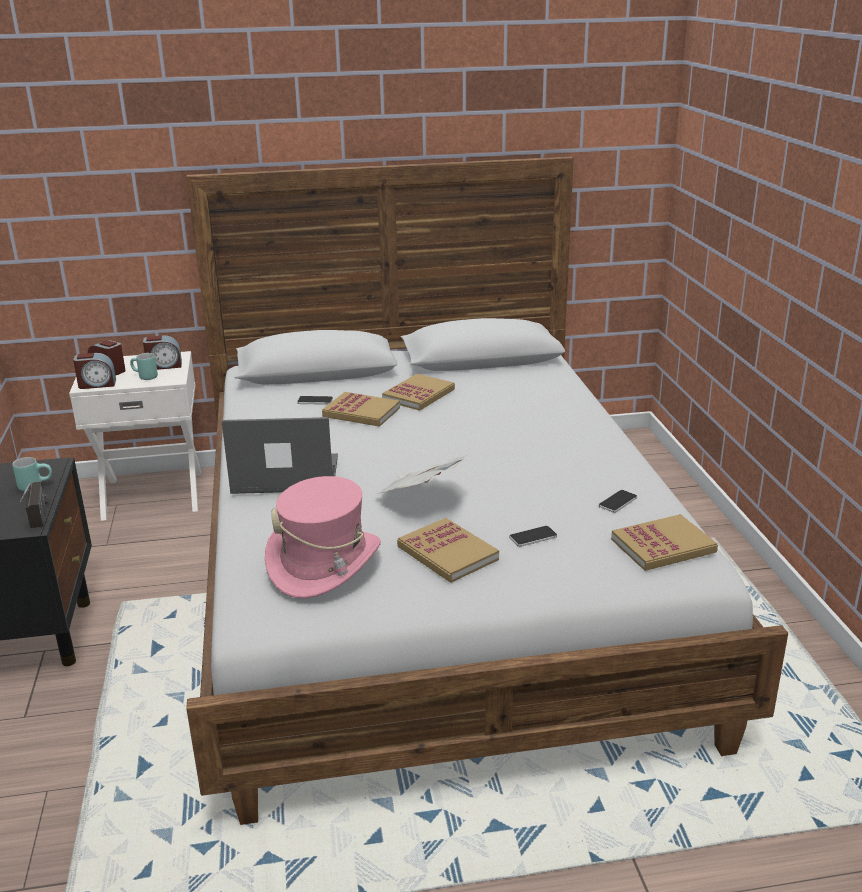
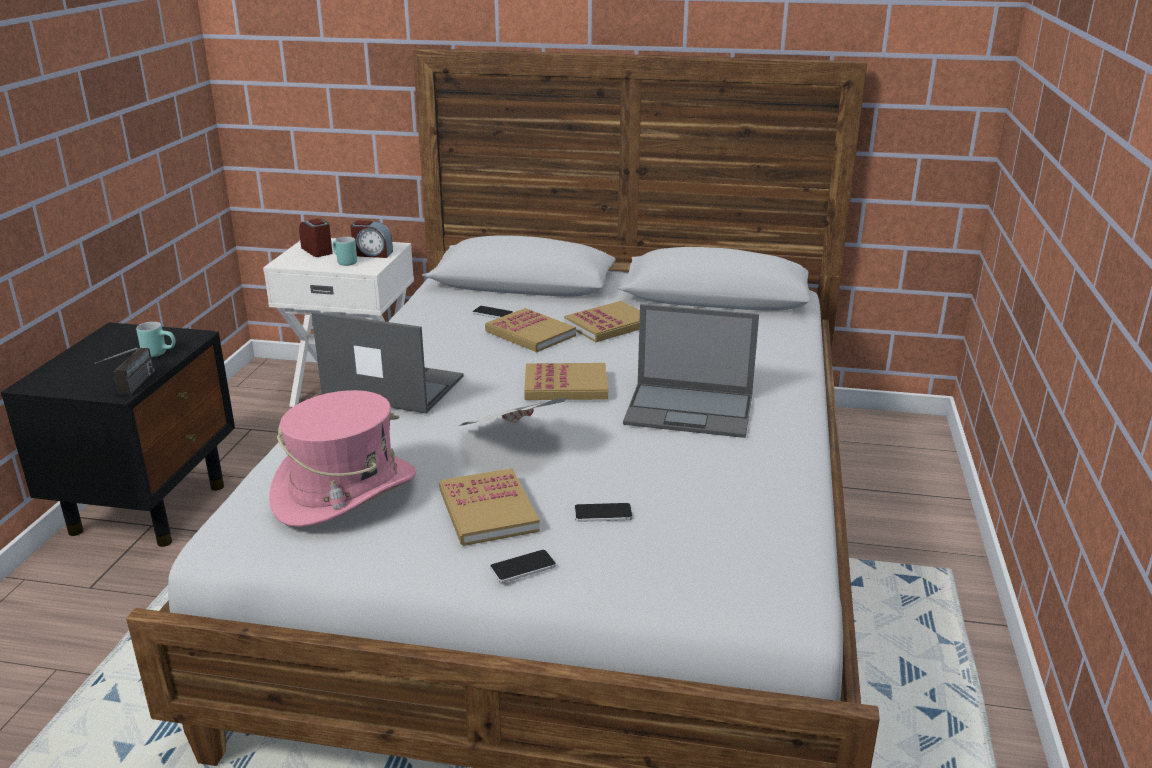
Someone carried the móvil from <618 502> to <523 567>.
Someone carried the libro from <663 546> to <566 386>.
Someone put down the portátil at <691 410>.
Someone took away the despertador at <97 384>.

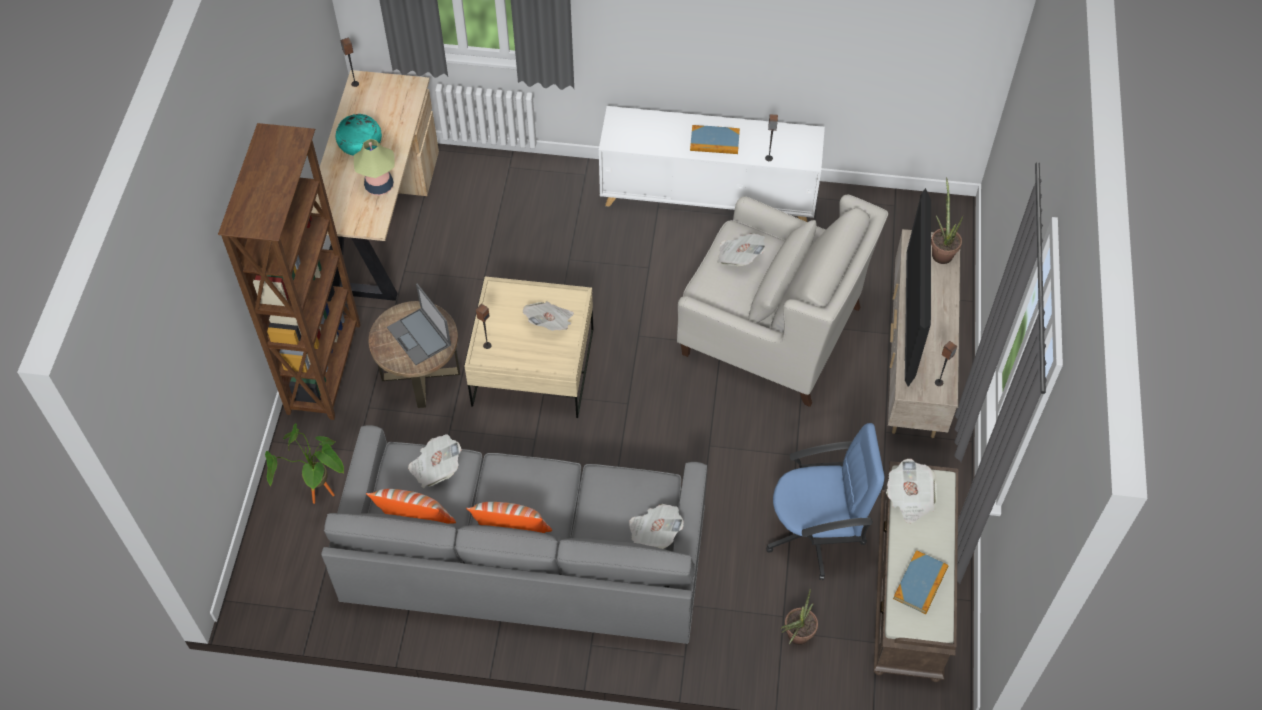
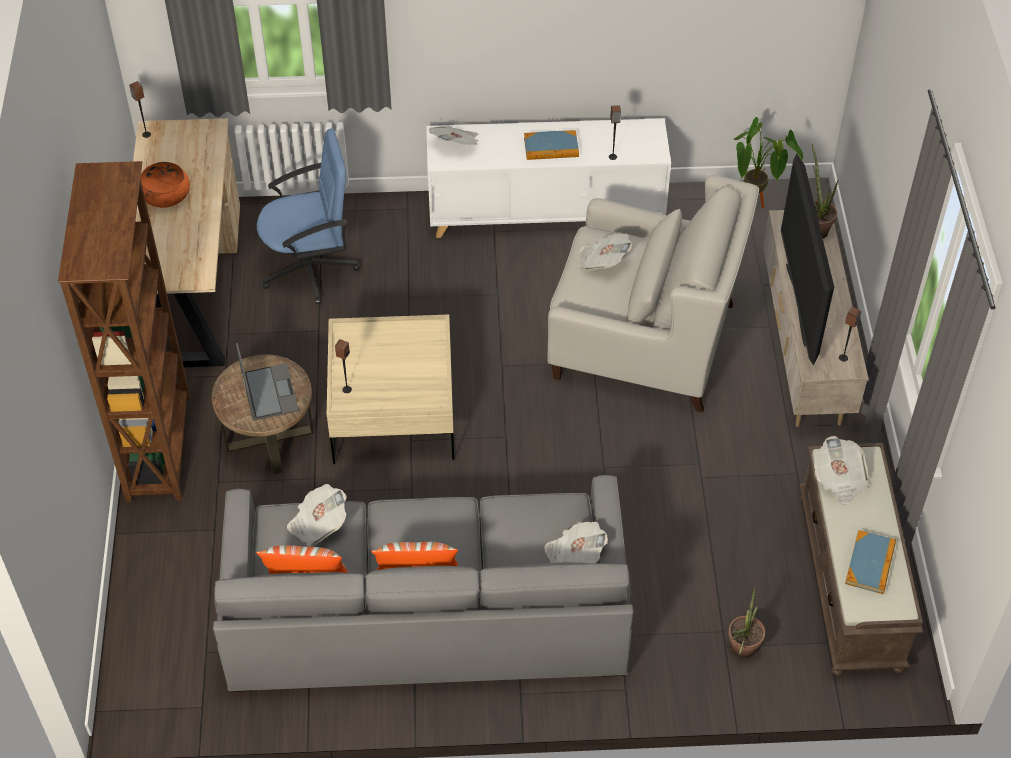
Someone repainted the cuenco (turquesa) at <360 143>, which became the cuenco (naranja) at <165 194>.
Someone rotated the portátil at <419 337> by 150 degrees counterclockwise.
Someone carried the silla de oficina (azul) from <815 533> to <311 268>.
Someone carried the periódico from <550 323> to <456 145>.
Someone carried the planta en maceta from <322 499> to <754 212>.
Someone took away the lámpara de mesa at <379 186>.

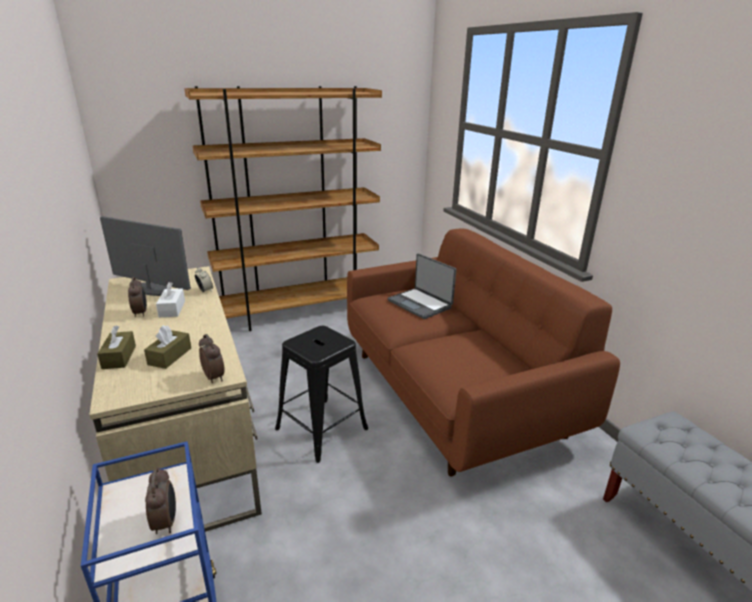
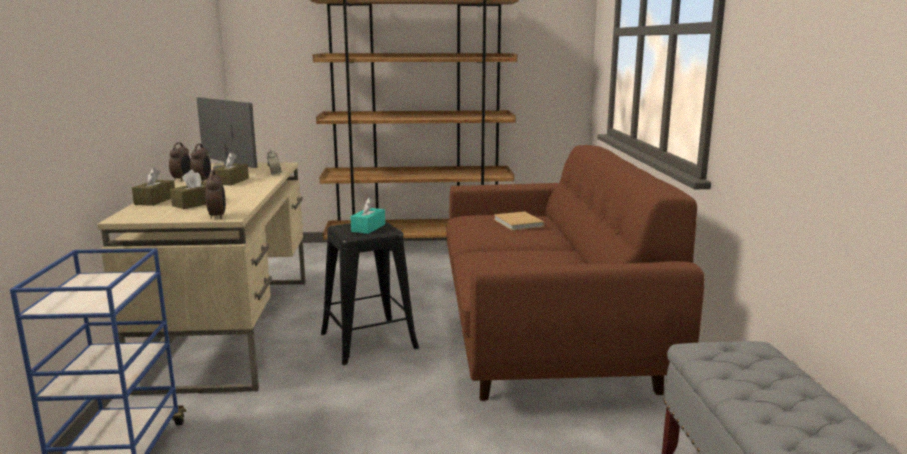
Someone carried the despertador from <166 522> to <182 179>.
Someone repainted the caja de pañuelos (blanco) at <172 309>, which became the caja de pañuelos (marrón) at <232 181>.
Someone put down the caja de pañuelos (turquesa) at <368 228>.
Someone swapped the portátil at <420 304> for the libro (beis) at <519 223>.

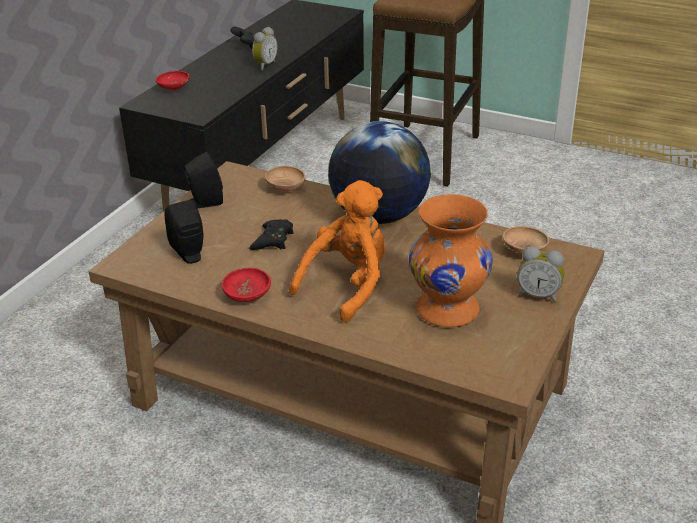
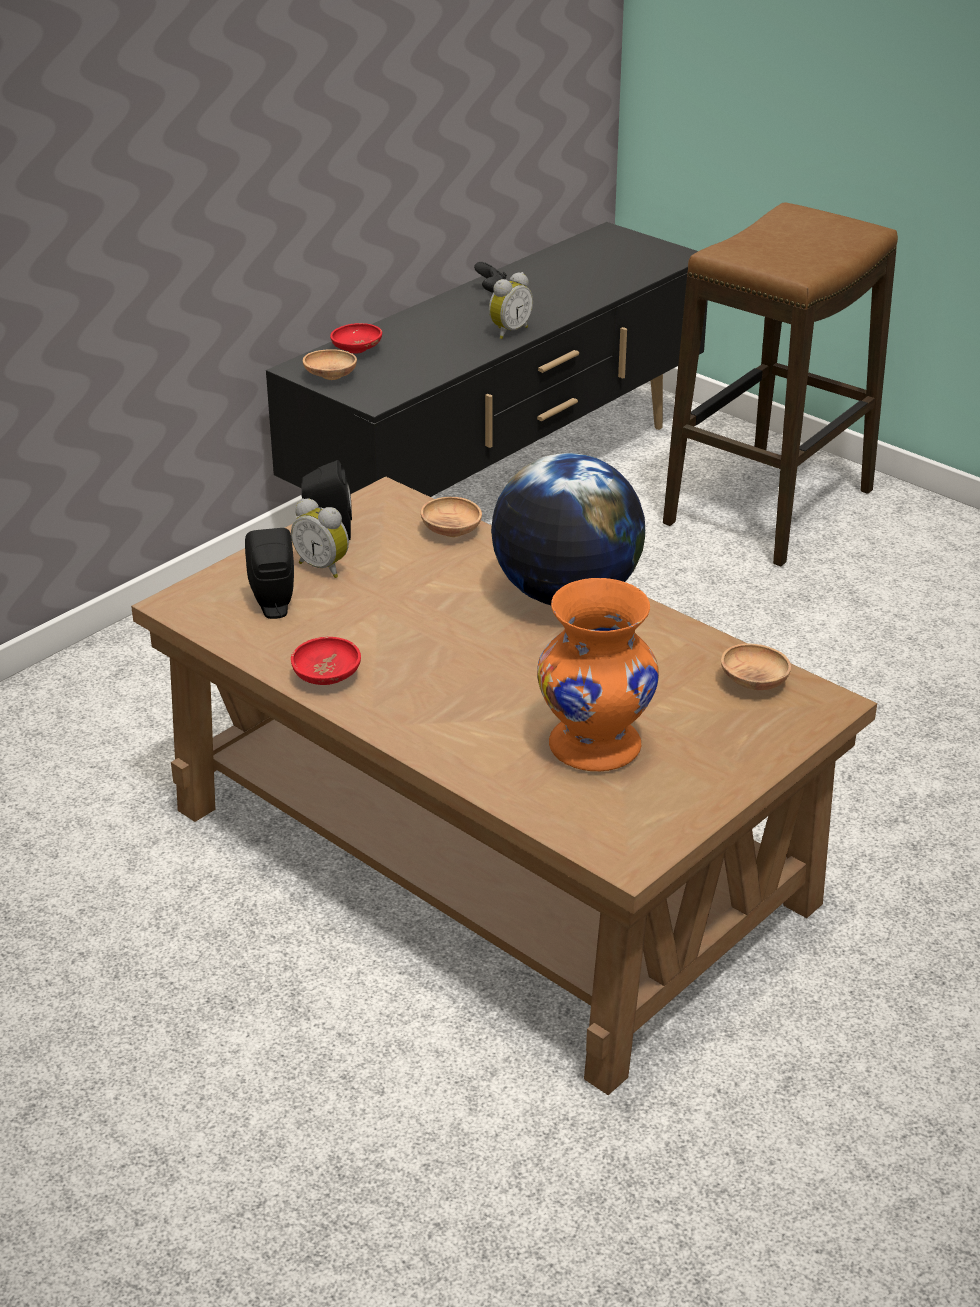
Someone carried the despertador from <538 295> to <324 567>.
Someone put down the cuenco (marrón) at <330 377>.
Someone took away the mando de consola (negro) at <273 240>.
Someone took away the peluche (naranja) at <348 285>.

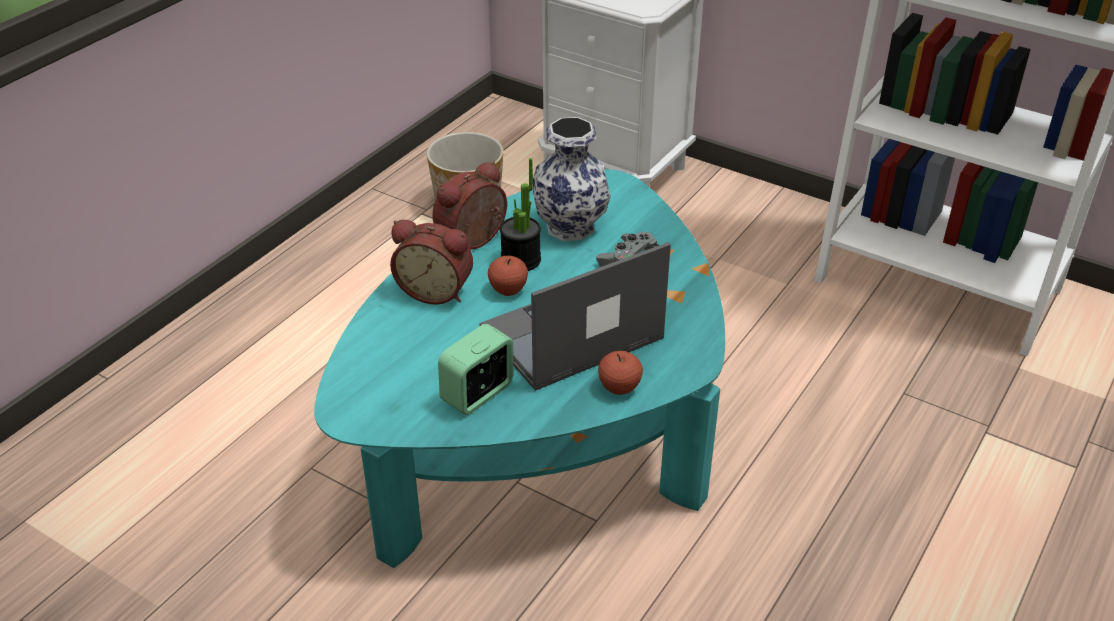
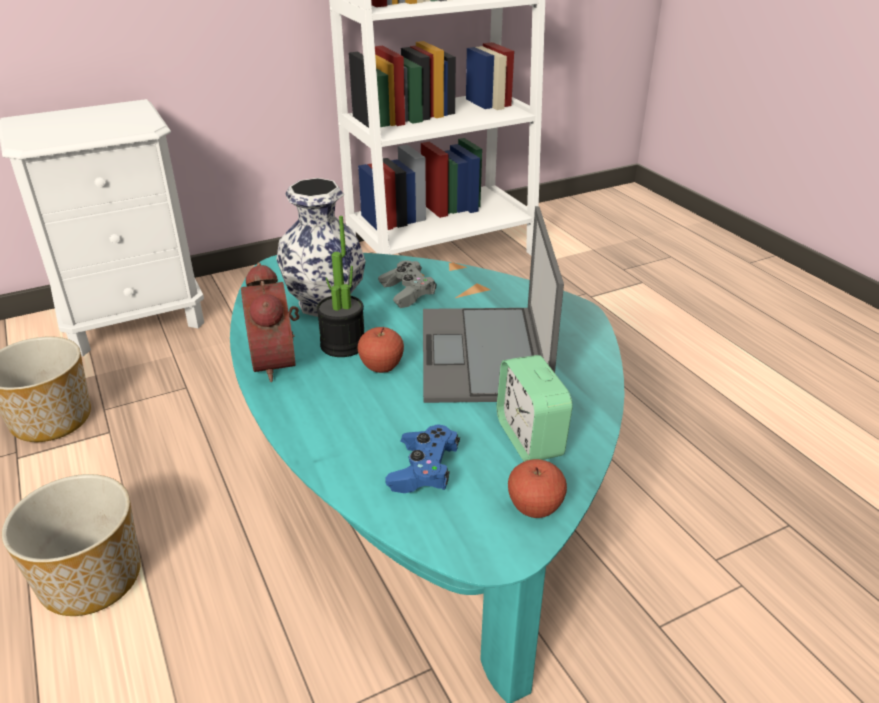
Someone put down the maceta at <90 579>.
Someone put down the mando de consola (azul) at <424 471>.
Someone carried the manzana from <619 388> to <535 508>.
Someone took away the despertador at <436 290>.

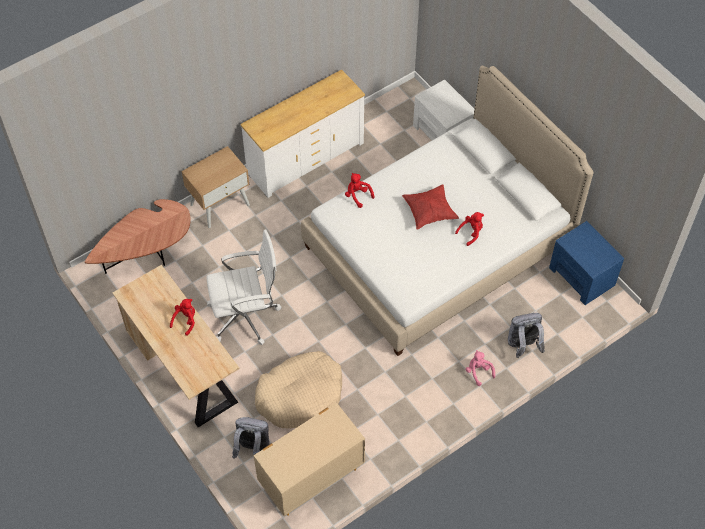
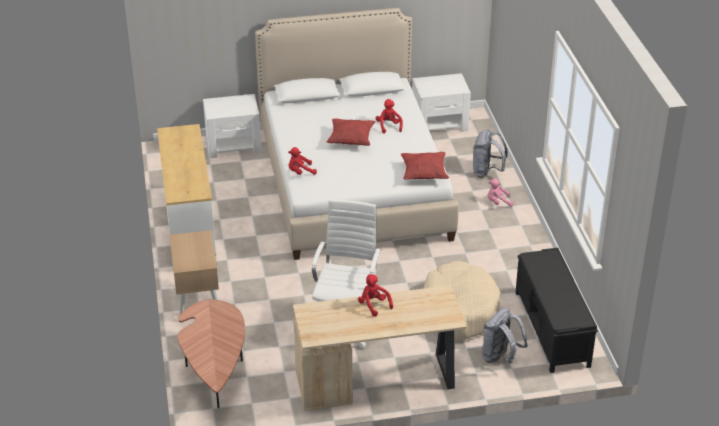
Someone put down the cojín (rojo) at <424 174>.
Someone repainted the mesita de noche (azul) at <582 276>, which became the mesita de noche (blanco) at <440 123>.
Someone swapped the cómoda (beis) at <310 479> for the banco (negro) at <552 329>.

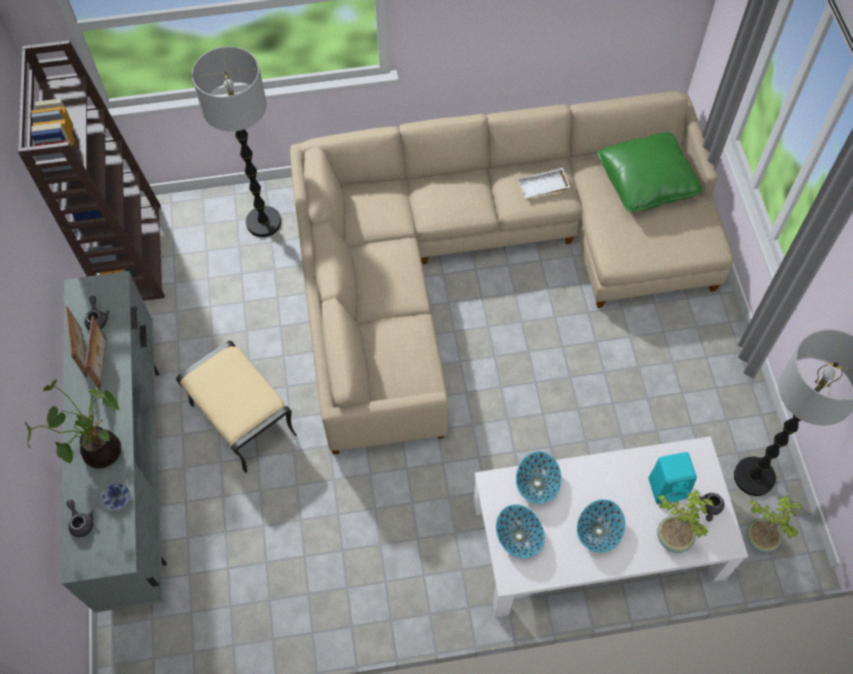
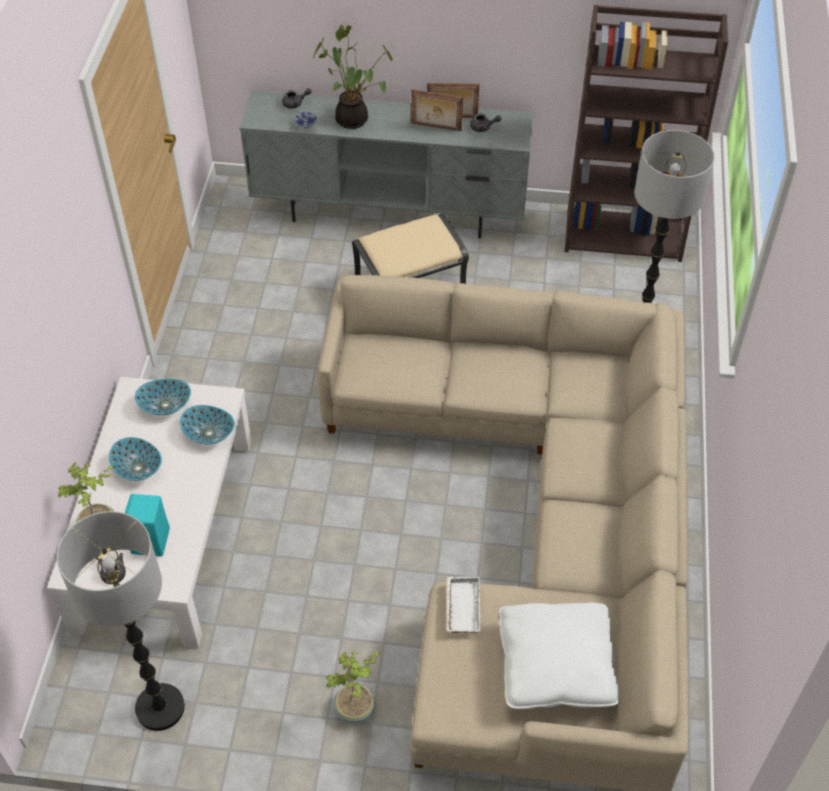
Someone carried the planta en maceta from <760 538> to <355 709>.
Someone carried the bandeja (blanco) from <543 187> to <461 607>.
Someone repainted the cojín (verde) at <646 182>, which became the cojín (blanco) at <555 665>.

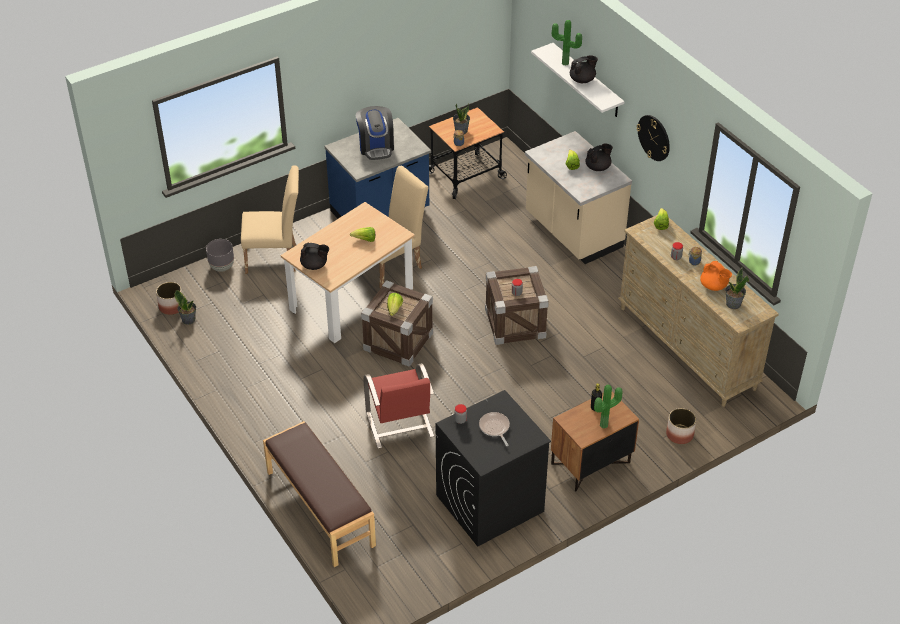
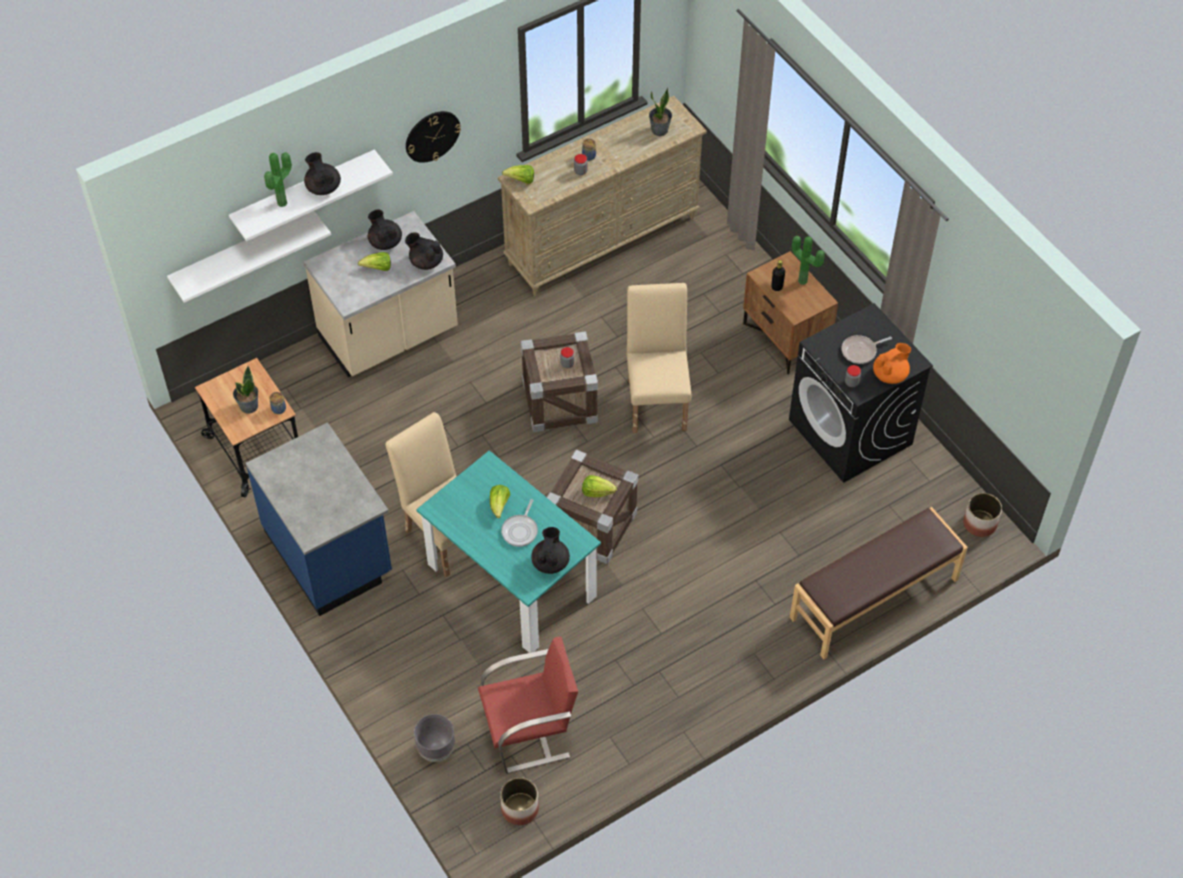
Someone put up the estante (blanco) at <243 252>.
Someone put down the tetera (negro) at <426 261>.
Someone repainted the mesa de comedor (beis) at <351 300>, which became the mesa de comedor (turquesa) at <511 581>.
Someone carried the silla (rojo) from <399 425> to <530 732>.
Someone put down the sartén at <520 530>.
Someone carried the silla (beis) from <276 258> to <657 399>.
Someone carried the tetera (naranja) from <714 286> to <890 374>.
Someone carried the maceta from <680 434> to <979 523>.
Someone took away the planta en maceta at <188 319>.
Someone took away the cafetera at <376 147>.

